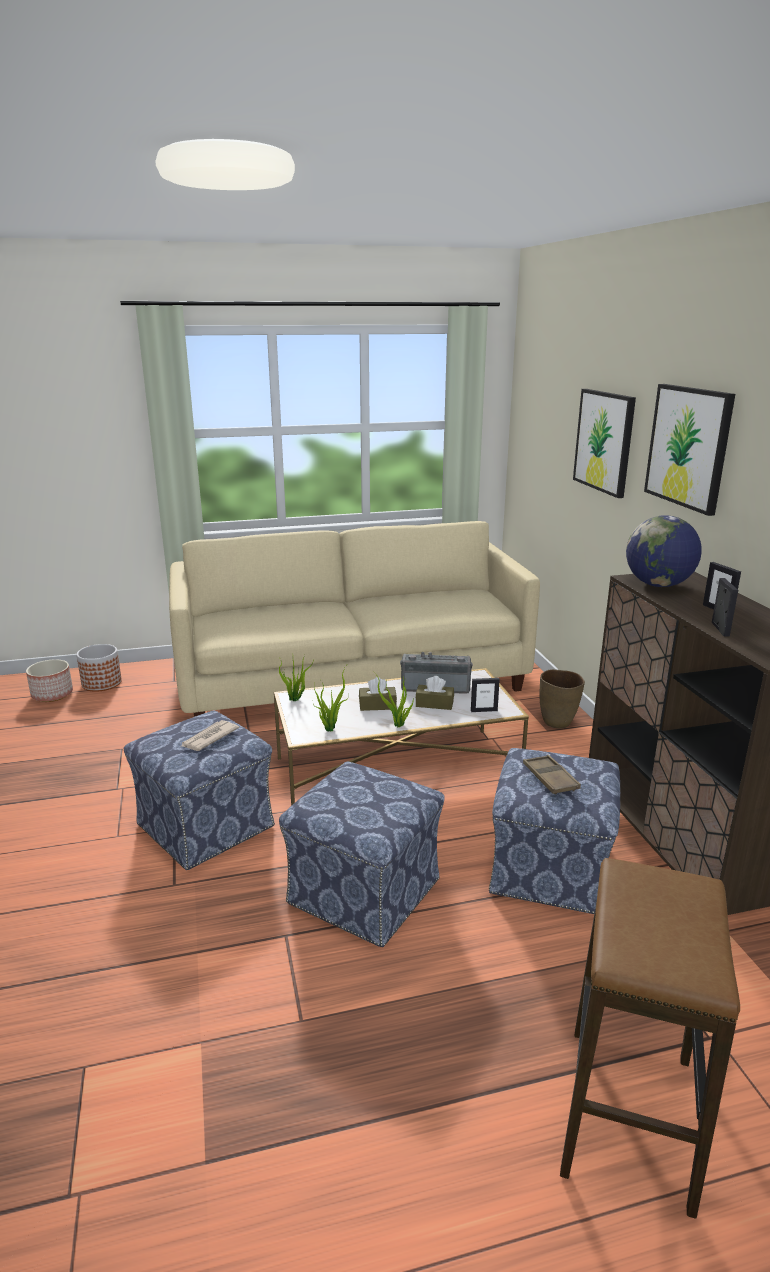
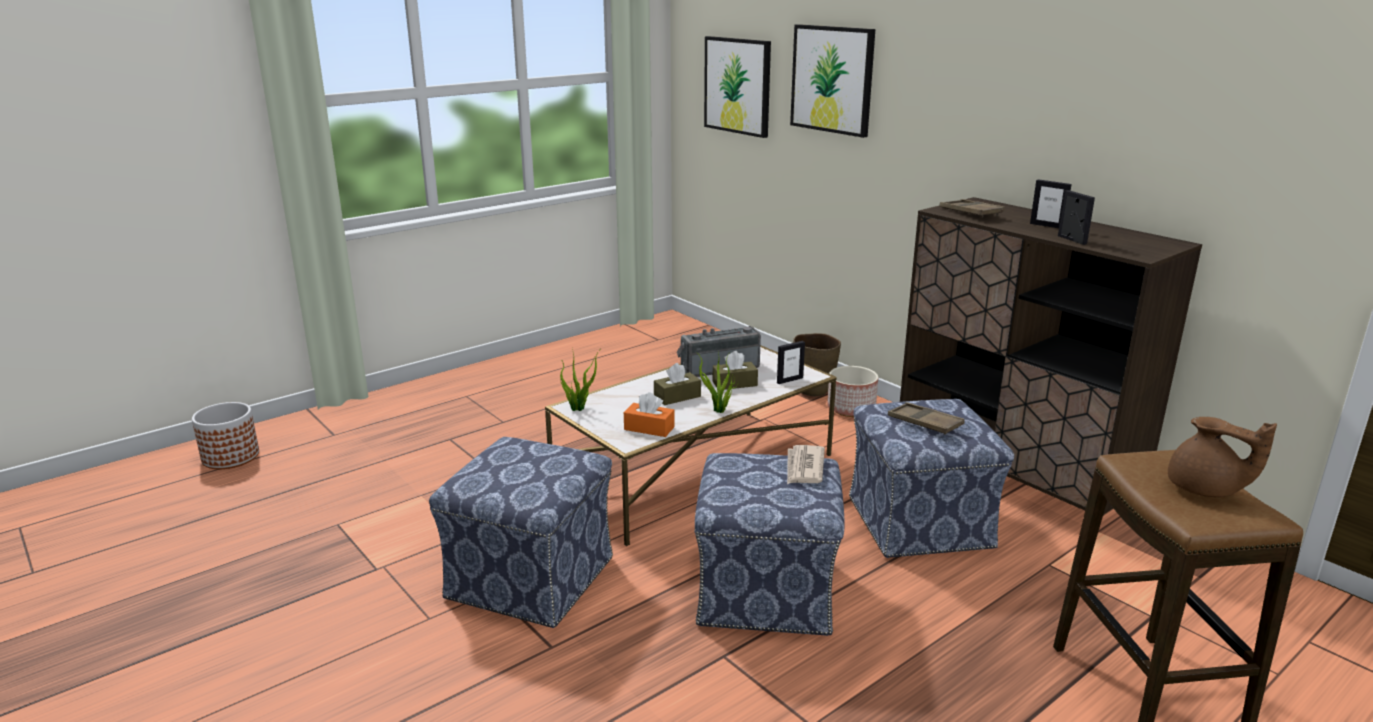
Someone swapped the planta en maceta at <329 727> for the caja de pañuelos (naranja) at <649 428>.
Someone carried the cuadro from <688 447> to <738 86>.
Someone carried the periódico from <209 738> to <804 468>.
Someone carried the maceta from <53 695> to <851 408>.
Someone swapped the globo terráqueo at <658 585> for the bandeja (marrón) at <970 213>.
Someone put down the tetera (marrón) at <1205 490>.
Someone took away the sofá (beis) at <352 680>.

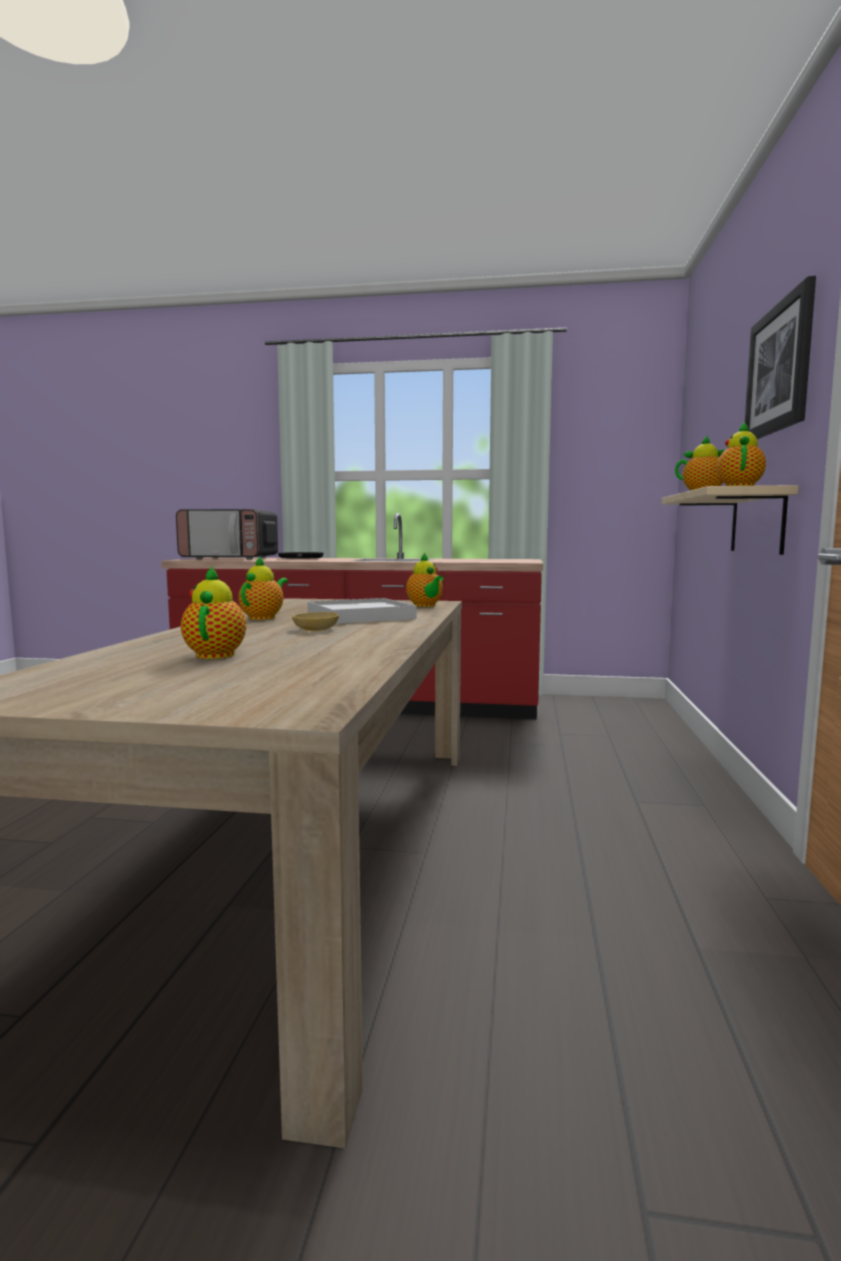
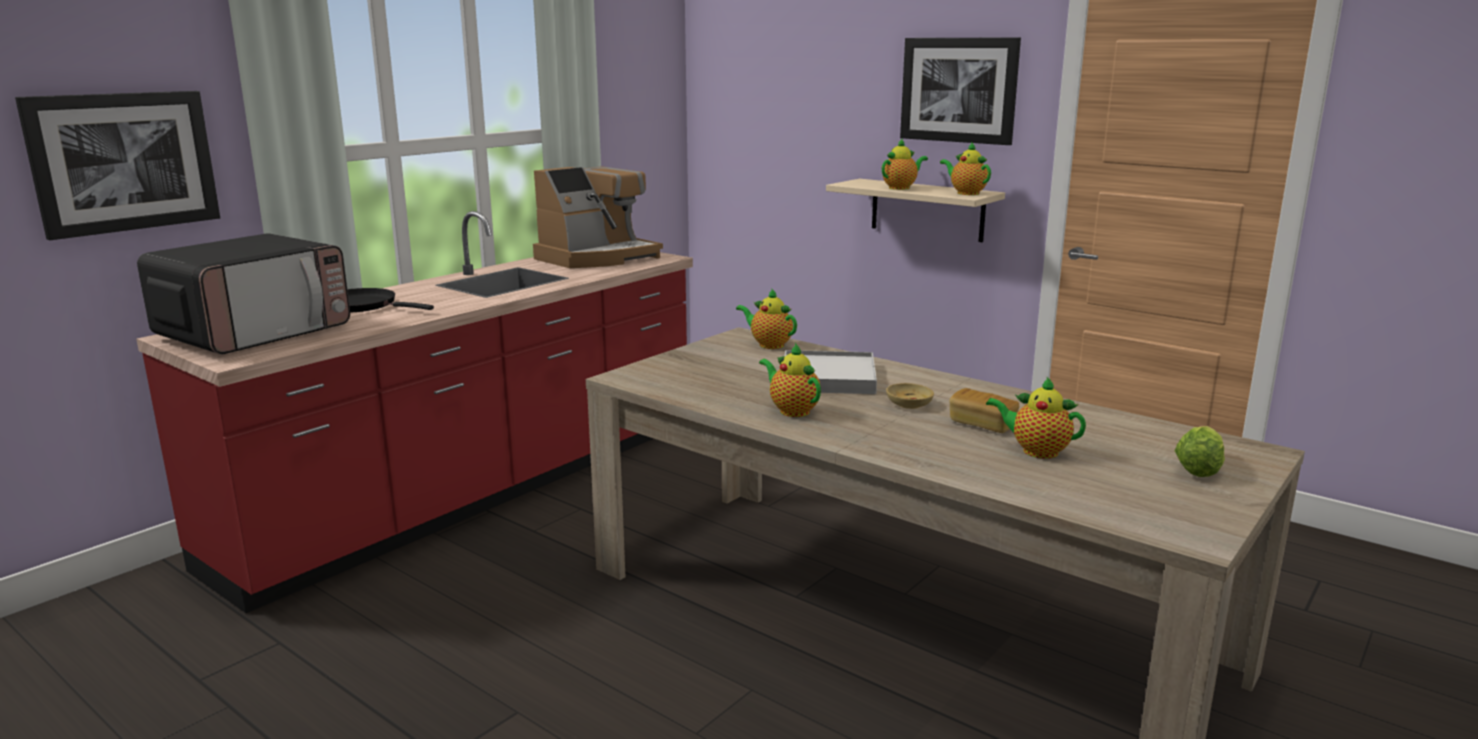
Someone put up the cuadro at <124 162>.
Someone put down the cafetera at <598 258>.
Someone rotated the tetera at <425 606> by 150 degrees counterclockwise.
Someone put down the pan at <982 425>.
Someone put down the lechuga at <1200 467>.

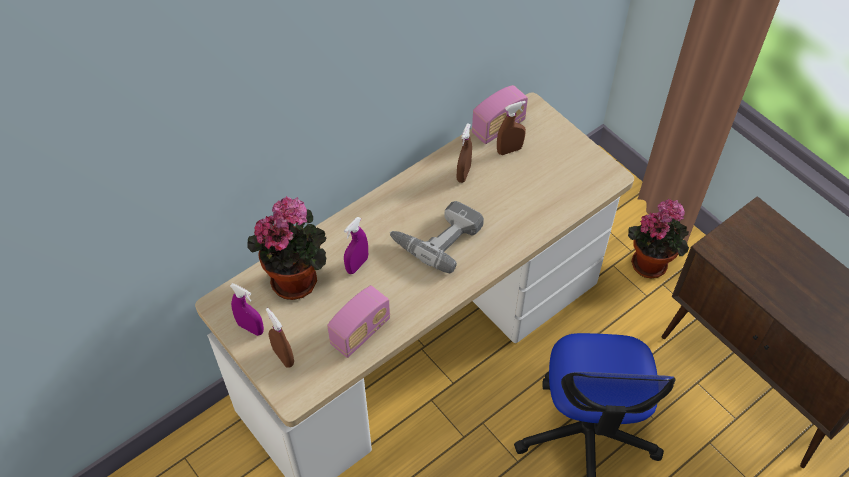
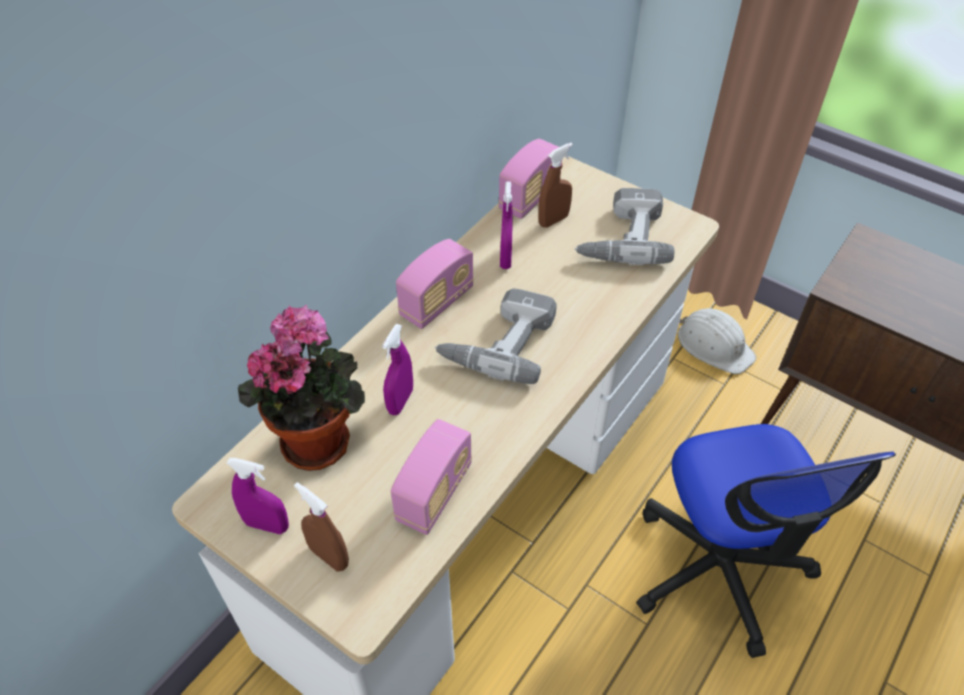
Someone put down the radio at <437 302>.
Someone repainted the pulverizador (marrón) at <463 174>, which became the pulverizador (morado) at <505 258>.
Someone put down the taladro at <621 236>.
Someone swapped the planta en maceta at <651 261> for the casco (blanco) at <714 345>.

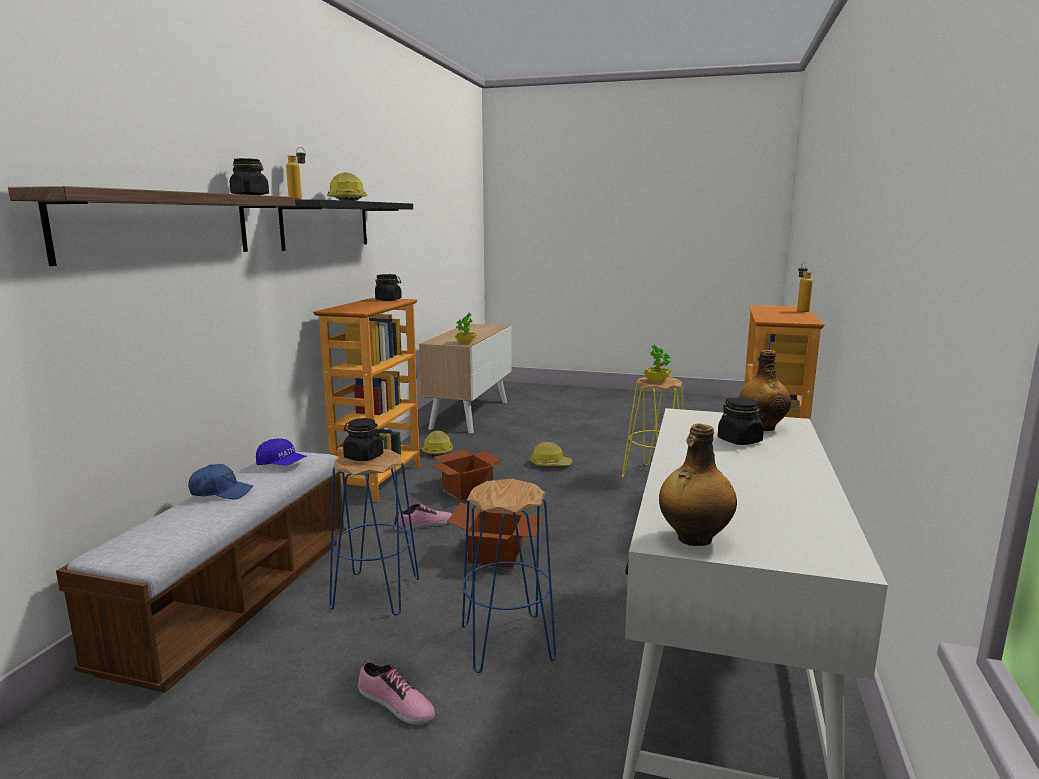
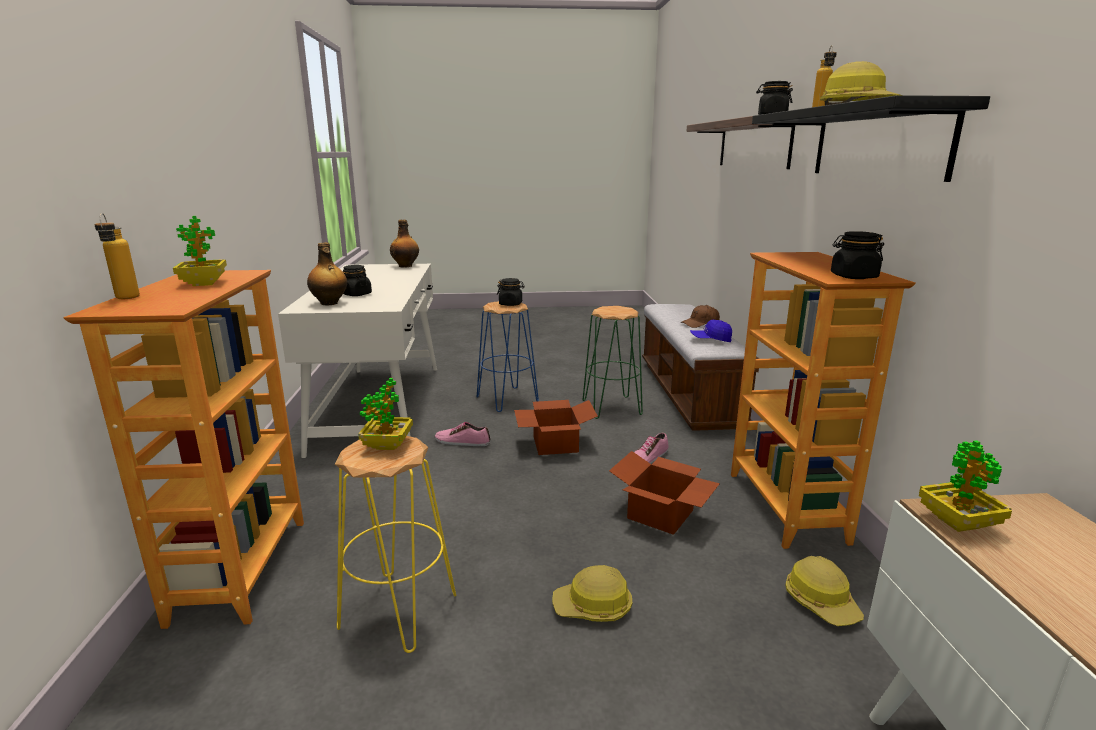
Someone put down the planta en maceta at <204 284>.
Someone carried the zapato from <395 704> to <462 441>.
Someone carried the tarro (negro) from <363 457> to <511 304>.
Someone repainted the taburete (azul) at <375 593>, which became the taburete (verde) at <612 407>.
Someone repainted the gorra (azul) at <221 492>, which became the gorra (marrón) at <700 324>.

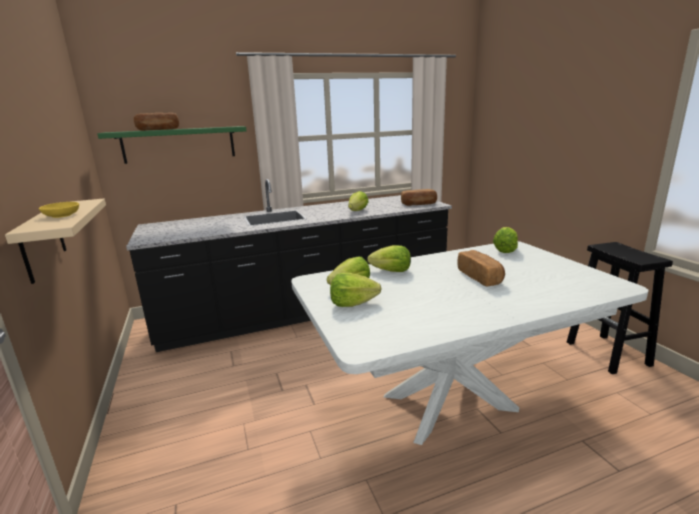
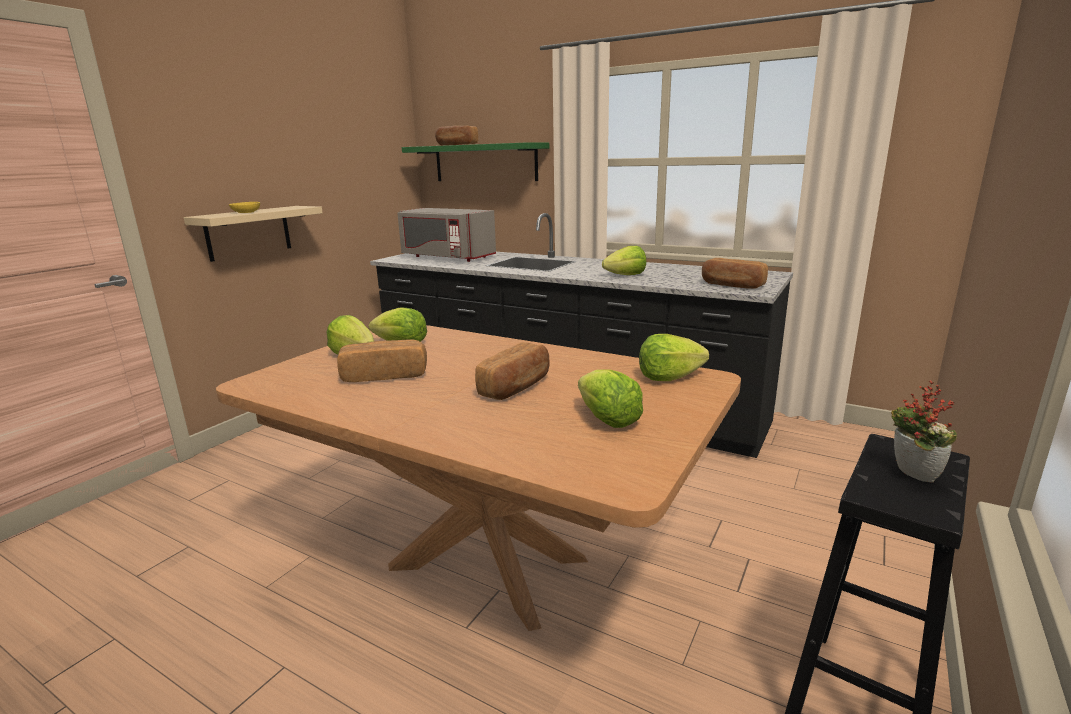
Someone repainted the mesa de comedor (blanco) at <450 403>, which became the mesa de comedor (marrón) at <488 564>.
Someone put down the pan at <384 375>.
Someone put down the microondas (gris) at <446 257>.
Someone carried the lechuga from <391 271> to <607 419>.
Someone put down the planta en maceta at <910 475>.

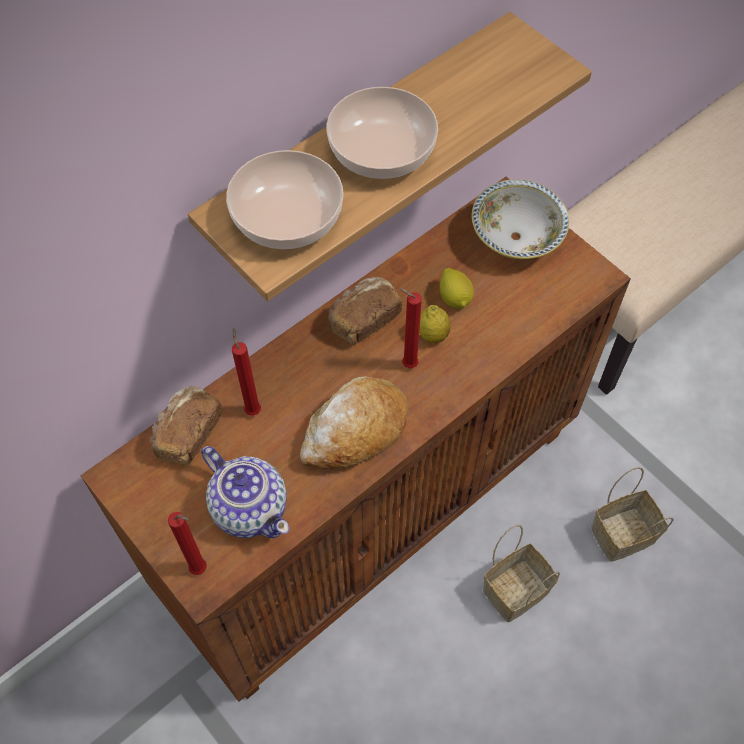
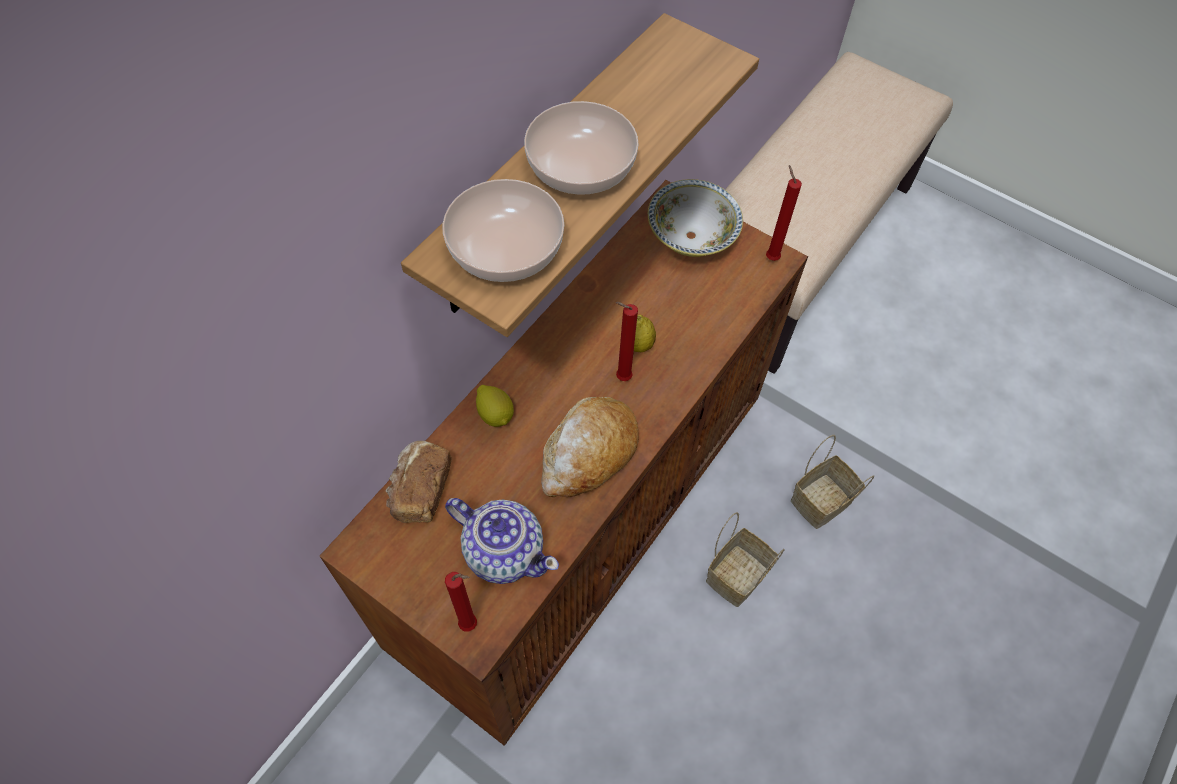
Someone carried the limón from <455 298> to <495 414>.
Someone carried the vela (rojo) from <252 409> to <770 257>.
Someone took away the pan at <363 319>.

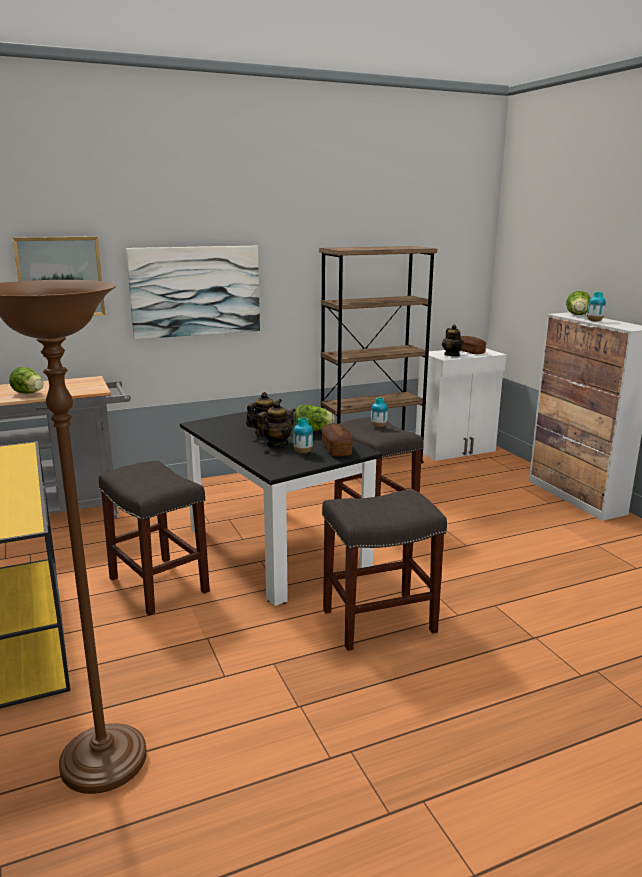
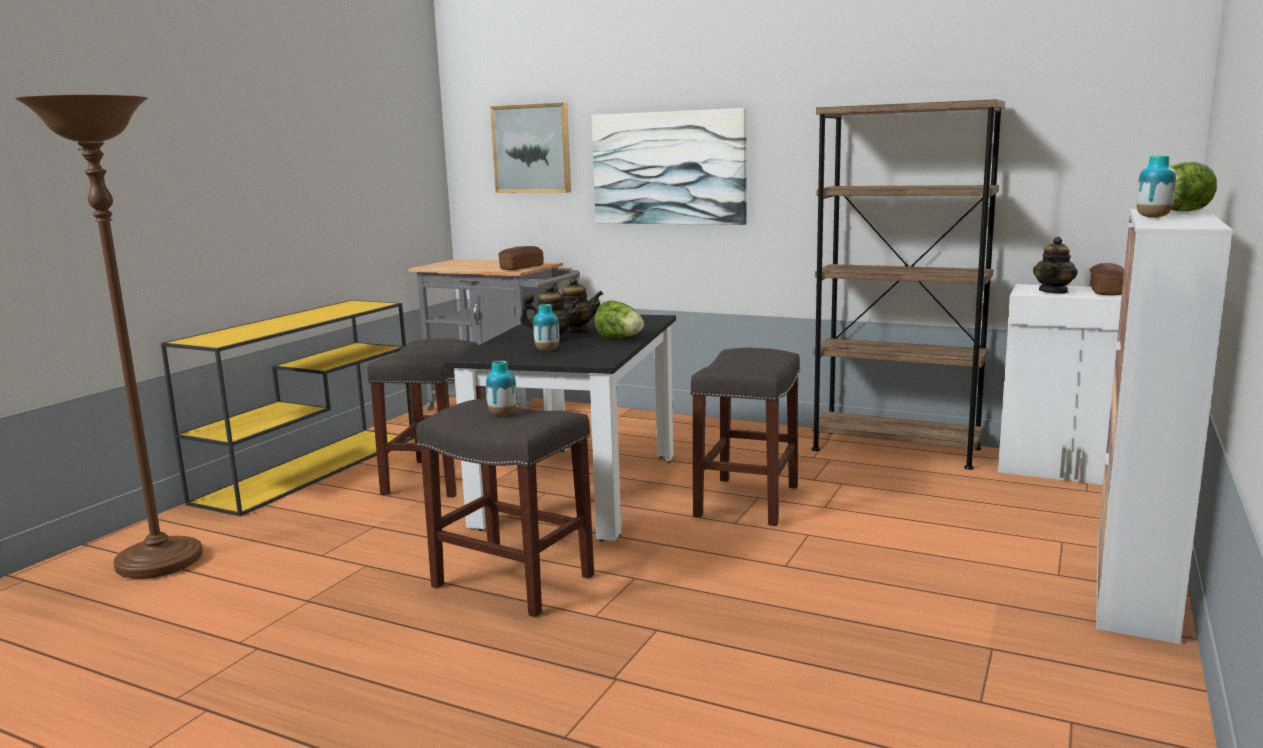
Someone carried the florero from <378 426> to <502 414>.
Someone carried the pan from <336 449> to <521 268>.
Someone took away the lechuga at <29 393>.

